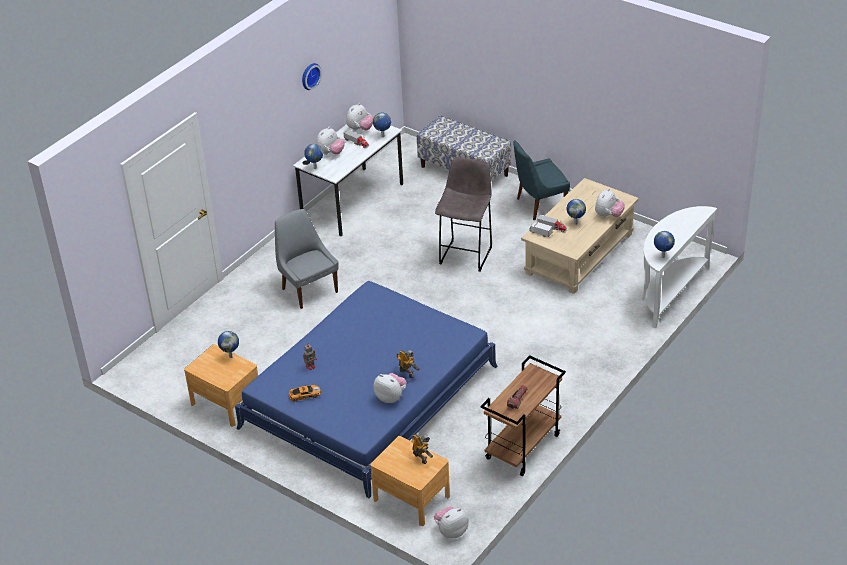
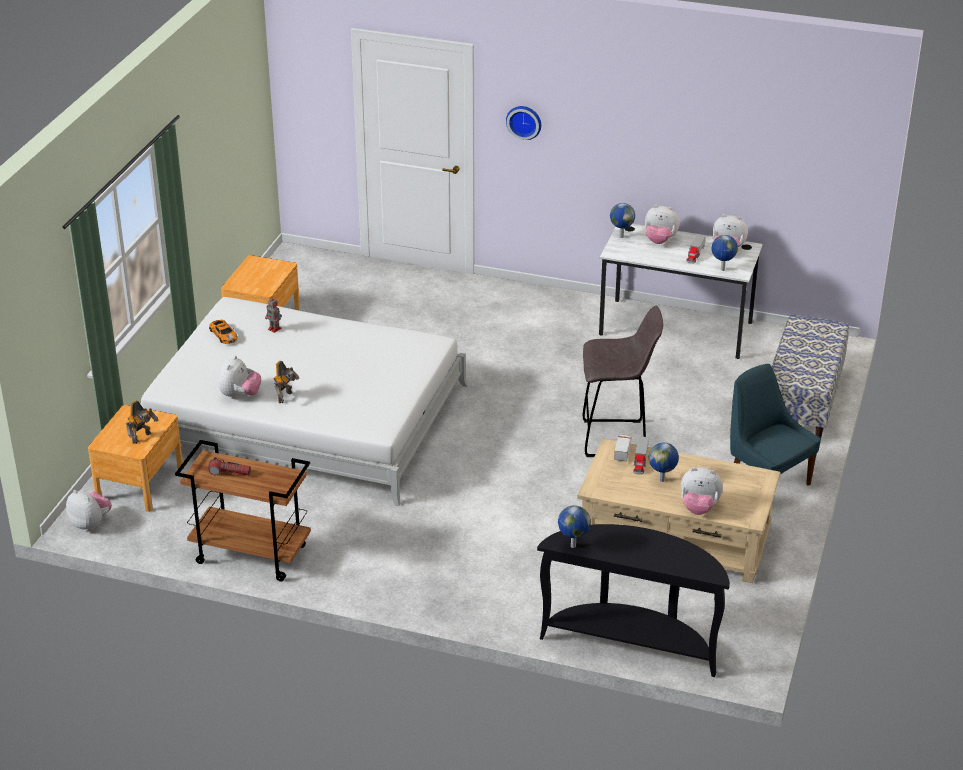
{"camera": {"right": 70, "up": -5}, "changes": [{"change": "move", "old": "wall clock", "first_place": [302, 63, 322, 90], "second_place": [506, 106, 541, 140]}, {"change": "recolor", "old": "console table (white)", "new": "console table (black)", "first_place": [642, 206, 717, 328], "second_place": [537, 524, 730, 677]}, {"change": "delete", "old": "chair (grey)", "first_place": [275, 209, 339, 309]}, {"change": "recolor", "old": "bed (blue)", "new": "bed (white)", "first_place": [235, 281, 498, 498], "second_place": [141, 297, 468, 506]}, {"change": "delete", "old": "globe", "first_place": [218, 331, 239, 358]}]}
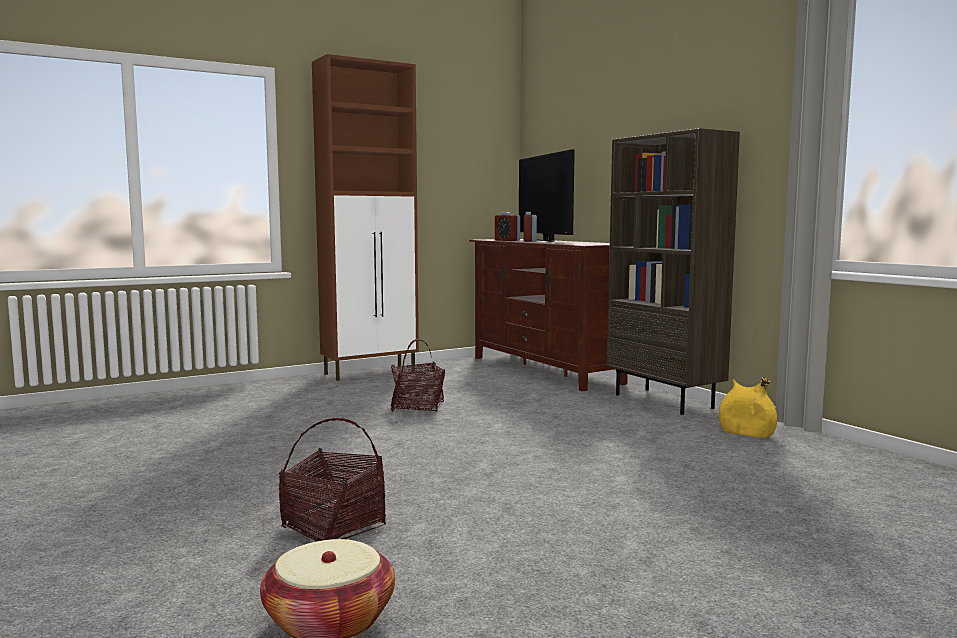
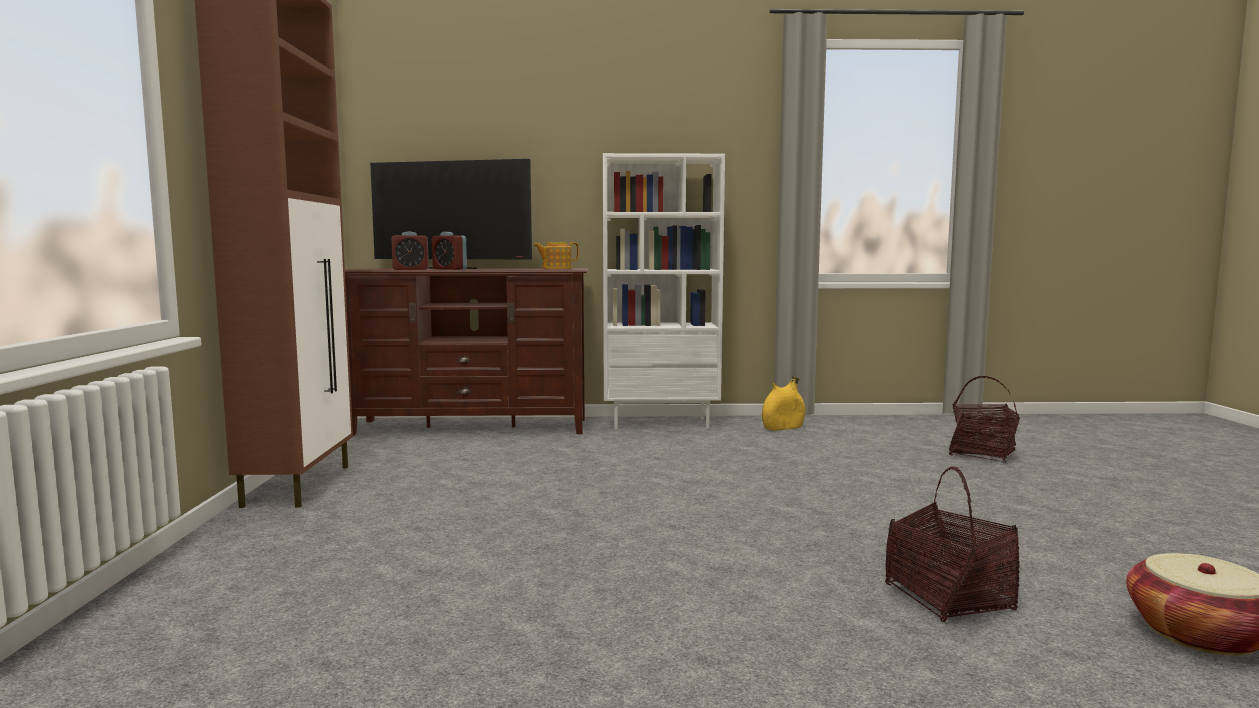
{"camera": {"right": -60, "up": 0}, "changes": [{"change": "recolor", "old": "bookcase (brown)", "new": "bookcase (white)", "first_place": [607, 128, 740, 415], "second_place": [603, 153, 725, 429]}, {"change": "move", "old": "basket", "first_place": [391, 339, 445, 412], "second_place": [949, 376, 1020, 463]}, {"change": "insert", "new": "teapot", "second_place": [533, 242, 579, 269]}]}
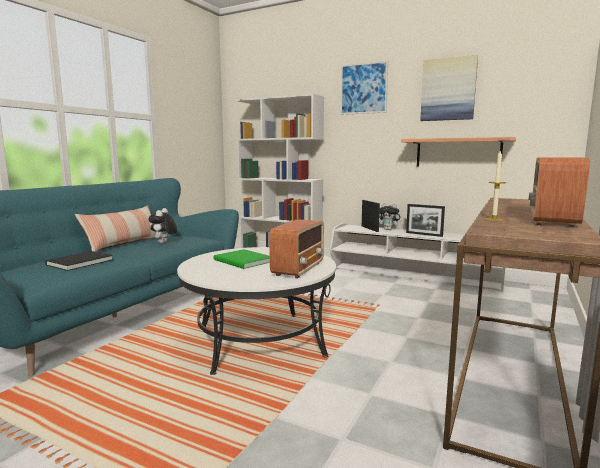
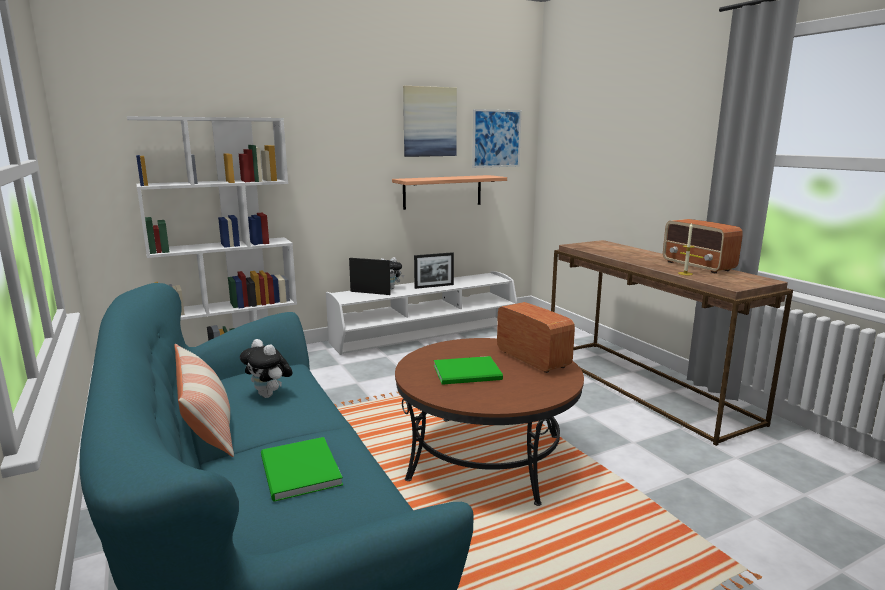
{"camera": {"right": -55, "up": 5}, "changes": [{"change": "move", "old": "picture", "first_place": [340, 60, 388, 115], "second_place": [472, 109, 521, 168]}, {"change": "recolor", "old": "coffee table (white)", "new": "coffee table (brown)", "first_place": [177, 247, 336, 375], "second_place": [395, 338, 584, 506]}, {"change": "recolor", "old": "book (black)", "new": "book (green)", "first_place": [45, 251, 113, 271], "second_place": [261, 437, 343, 502]}]}
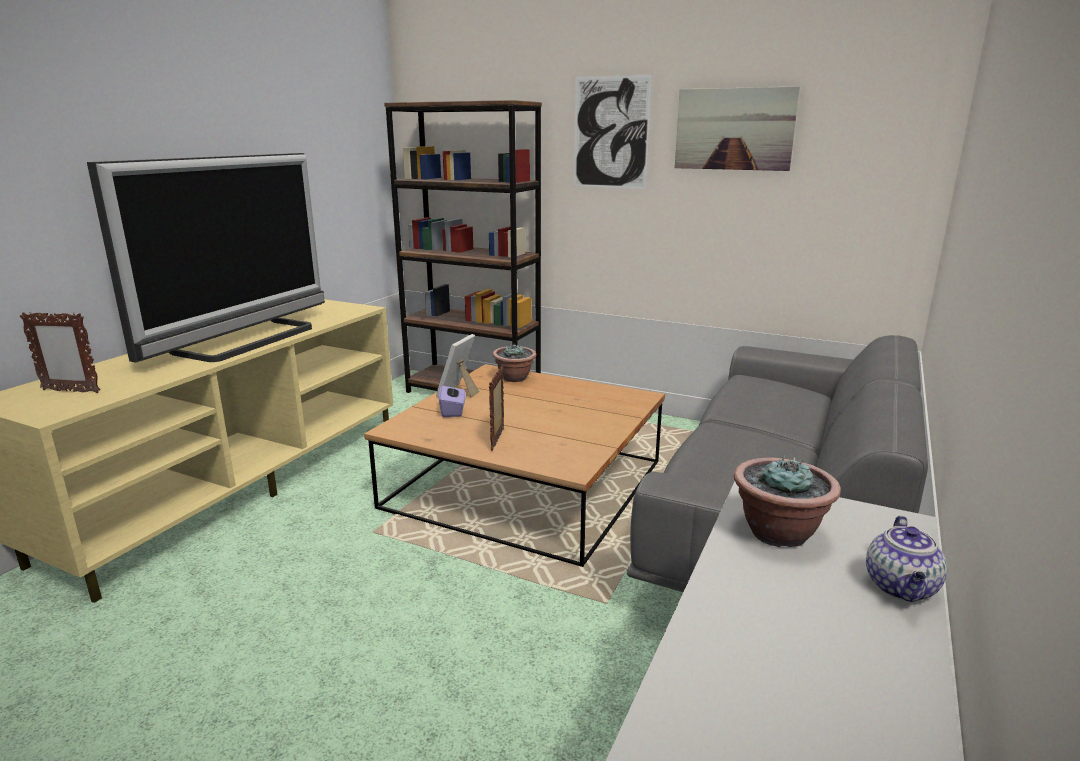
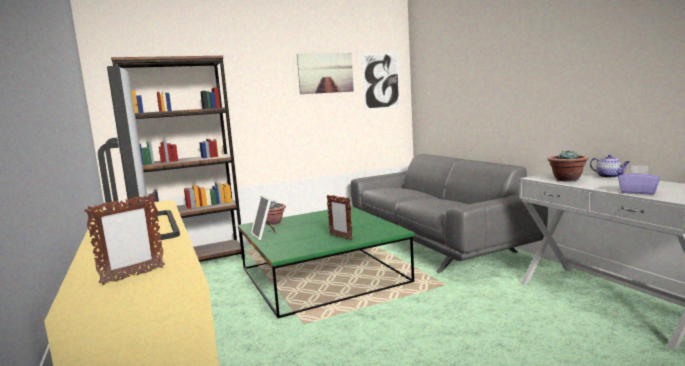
{"camera": {"right": -50, "up": -10}, "changes": [{"change": "move", "old": "picture", "first_place": [574, 74, 652, 189], "second_place": [362, 53, 400, 110]}, {"change": "recolor", "old": "coffee table (brown)", "new": "coffee table (green)", "first_place": [364, 364, 665, 567], "second_place": [238, 206, 415, 318]}, {"change": "move", "old": "tissue box (purple)", "first_place": [439, 381, 466, 417], "second_place": [618, 165, 660, 194]}]}
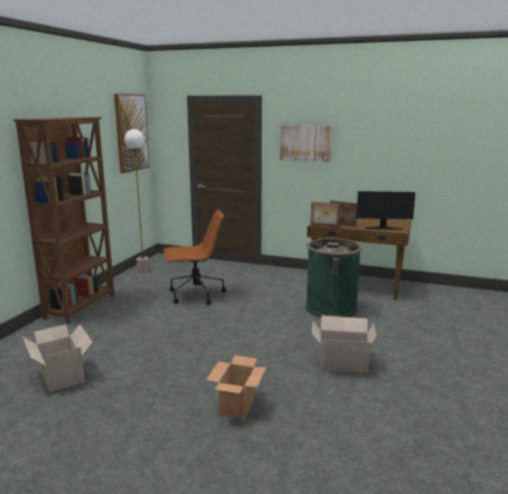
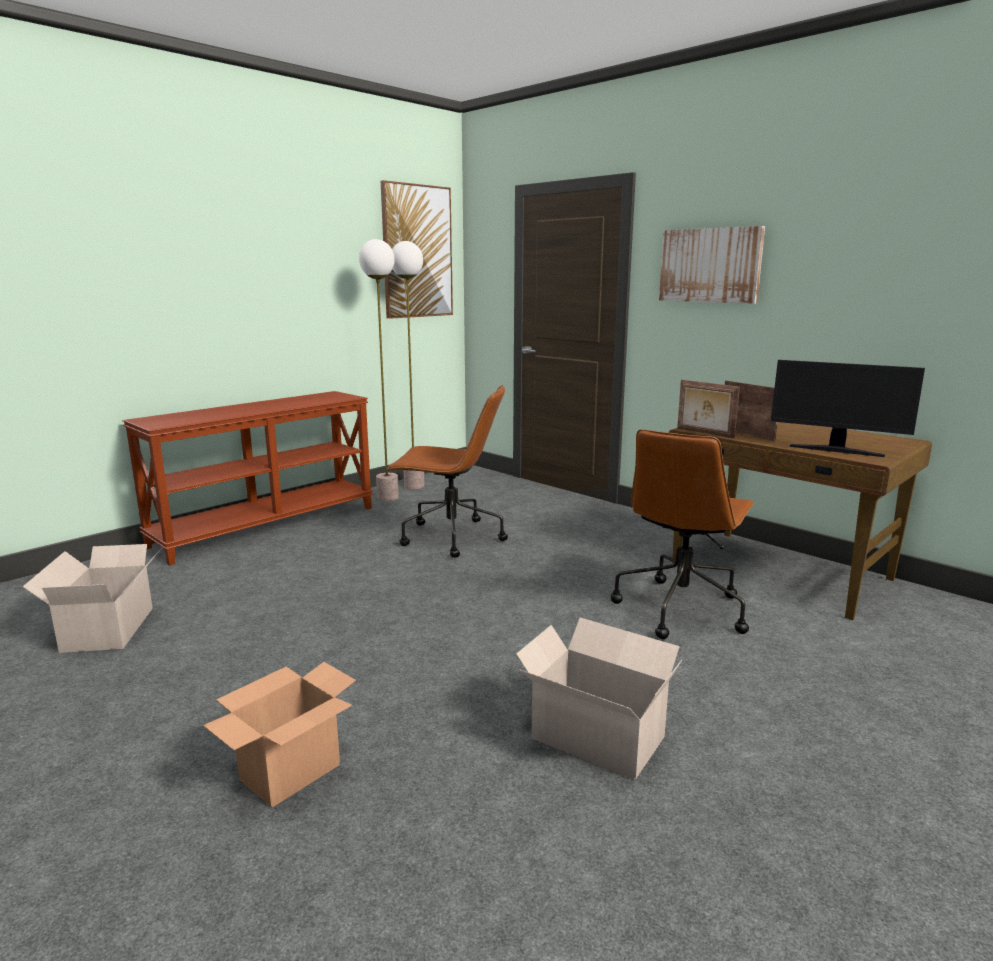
{"camera": {"right": 25, "up": 0}, "changes": [{"change": "replace", "old": "bookcase (brown)", "new": "console table (brown)", "first_place": [13, 117, 115, 324], "second_place": [123, 391, 373, 566]}, {"change": "replace", "old": "trash can (green)", "new": "office chair (brown)", "first_place": [306, 238, 362, 317], "second_place": [611, 429, 755, 639]}, {"change": "insert", "new": "floor lamp", "second_place": [359, 239, 399, 501]}]}
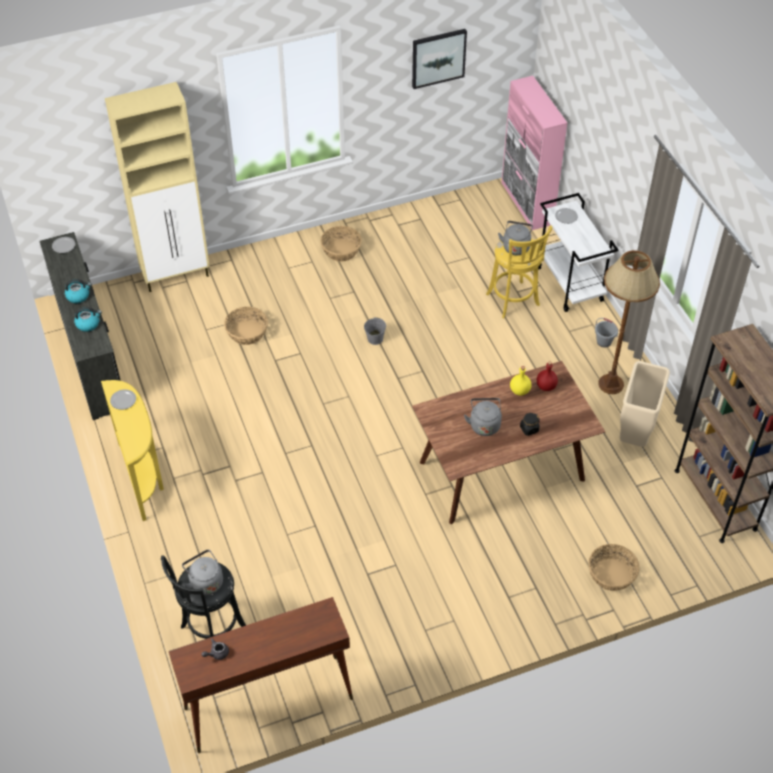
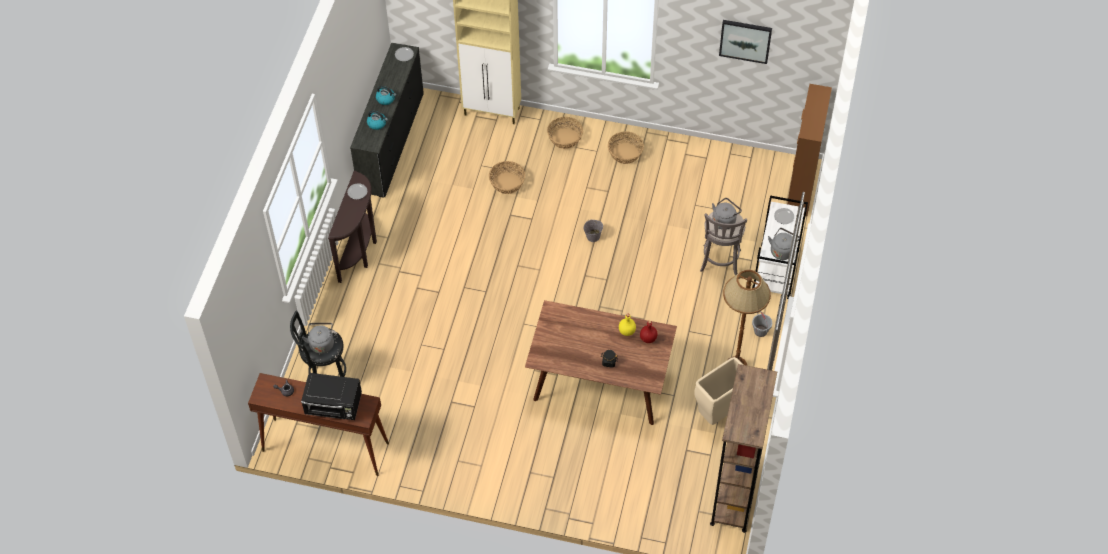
{"camera": {"right": 35, "up": 5}, "changes": [{"change": "recolor", "old": "cabinet (pink)", "new": "cabinet (brown)", "first_place": [501, 76, 567, 230], "second_place": [787, 84, 832, 216]}, {"change": "recolor", "old": "stool (yellow)", "new": "stool (grey)", "first_place": [486, 225, 552, 318], "second_place": [700, 212, 747, 276]}, {"change": "recolor", "old": "console table (yellow)", "new": "console table (brown)", "first_place": [101, 380, 164, 521], "second_place": [328, 170, 377, 283]}, {"change": "move", "old": "kettle (grey)", "first_place": [464, 398, 502, 436], "second_place": [768, 228, 800, 260]}, {"change": "move", "old": "basket", "first_place": [588, 544, 640, 591], "second_place": [547, 117, 583, 149]}, {"change": "insert", "new": "microwave (black)", "second_place": [301, 373, 362, 420]}]}
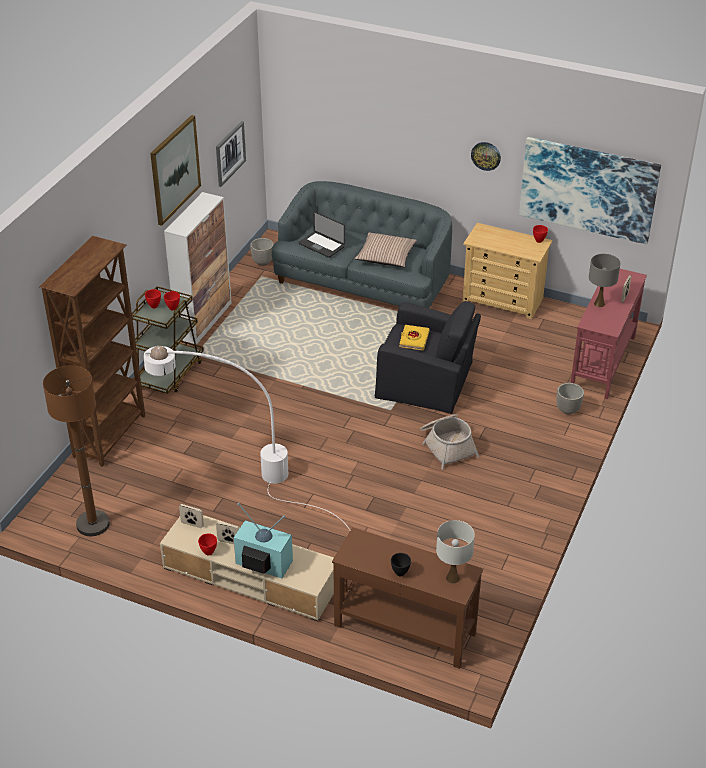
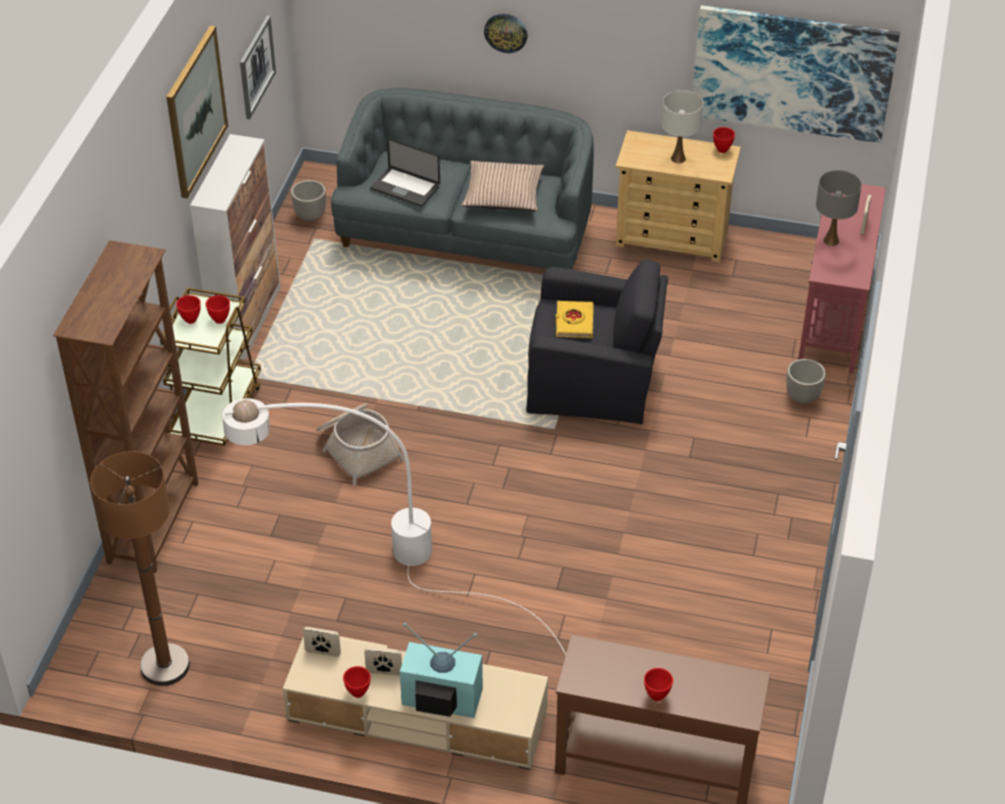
{"camera": {"right": -10, "up": 5}, "changes": [{"change": "move", "old": "wall clock", "first_place": [471, 142, 501, 171], "second_place": [484, 14, 528, 53]}, {"change": "move", "old": "basket", "first_place": [420, 414, 479, 469], "second_place": [316, 403, 405, 486]}, {"change": "move", "old": "table lamp (white)", "first_place": [436, 520, 475, 584], "second_place": [661, 90, 703, 163]}, {"change": "recolor", "old": "bowl (black)", "new": "bowl (red)", "first_place": [391, 553, 411, 576], "second_place": [644, 668, 673, 701]}]}
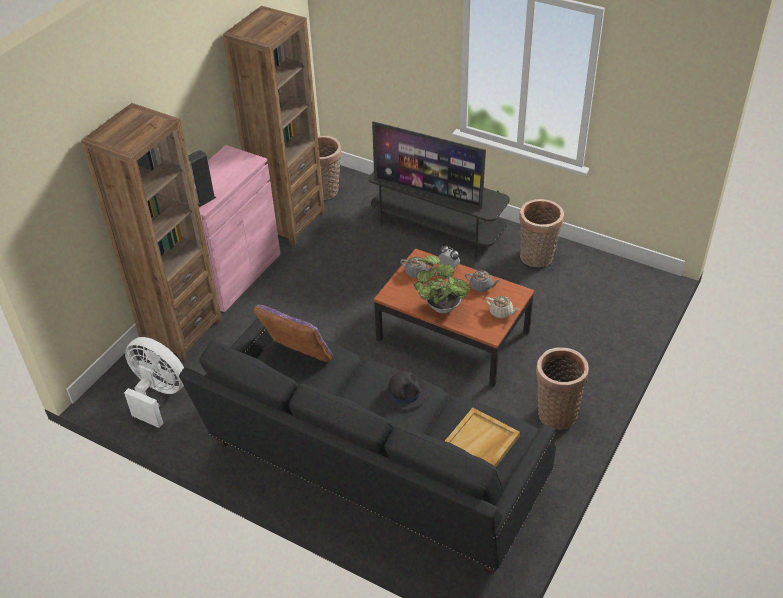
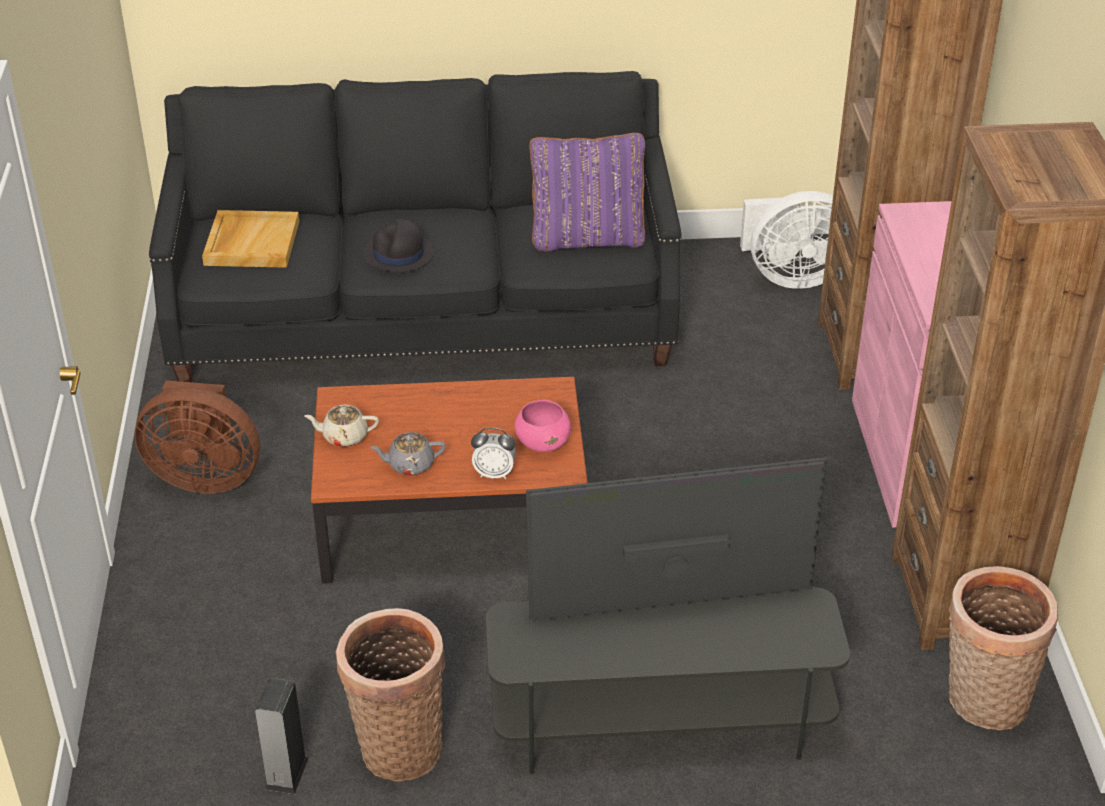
{"camera": {"right": 145, "up": -5}, "changes": [{"change": "move", "old": "speaker", "first_place": [188, 150, 216, 207], "second_place": [255, 678, 308, 794]}, {"change": "delete", "old": "potted plant", "first_place": [414, 256, 470, 314]}, {"change": "replace", "old": "teapot (grey)", "new": "bowl (pink)", "first_place": [400, 257, 434, 278], "second_place": [515, 400, 571, 452]}, {"change": "replace", "old": "basket", "new": "fan (brown)", "first_place": [536, 348, 589, 430], "second_place": [135, 380, 260, 494]}]}
